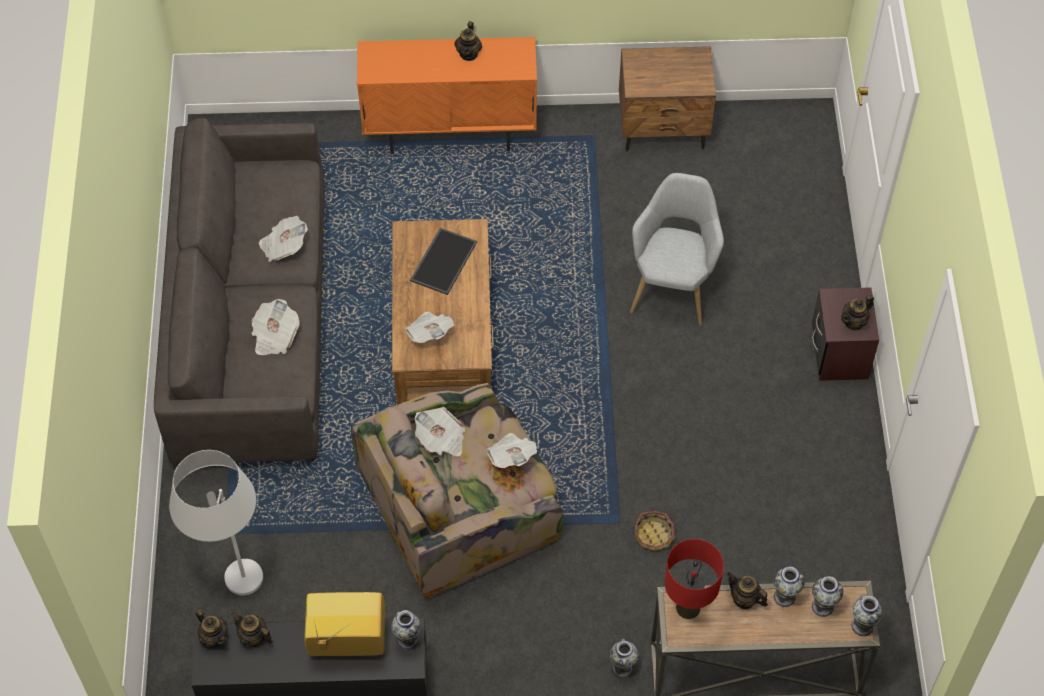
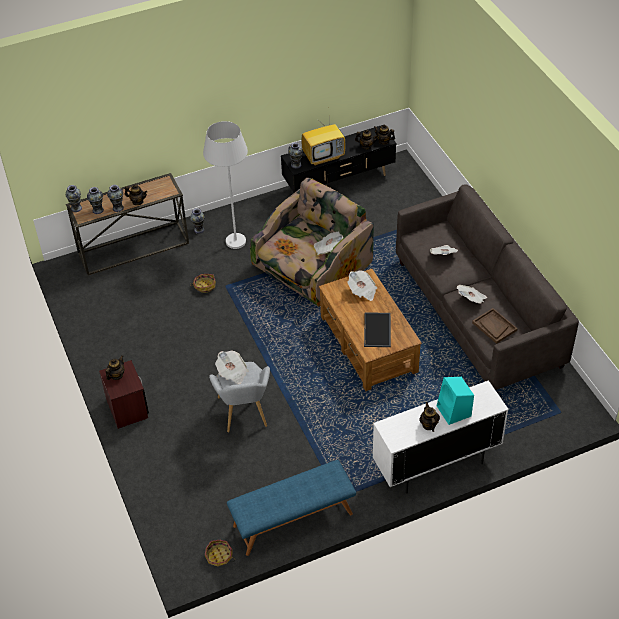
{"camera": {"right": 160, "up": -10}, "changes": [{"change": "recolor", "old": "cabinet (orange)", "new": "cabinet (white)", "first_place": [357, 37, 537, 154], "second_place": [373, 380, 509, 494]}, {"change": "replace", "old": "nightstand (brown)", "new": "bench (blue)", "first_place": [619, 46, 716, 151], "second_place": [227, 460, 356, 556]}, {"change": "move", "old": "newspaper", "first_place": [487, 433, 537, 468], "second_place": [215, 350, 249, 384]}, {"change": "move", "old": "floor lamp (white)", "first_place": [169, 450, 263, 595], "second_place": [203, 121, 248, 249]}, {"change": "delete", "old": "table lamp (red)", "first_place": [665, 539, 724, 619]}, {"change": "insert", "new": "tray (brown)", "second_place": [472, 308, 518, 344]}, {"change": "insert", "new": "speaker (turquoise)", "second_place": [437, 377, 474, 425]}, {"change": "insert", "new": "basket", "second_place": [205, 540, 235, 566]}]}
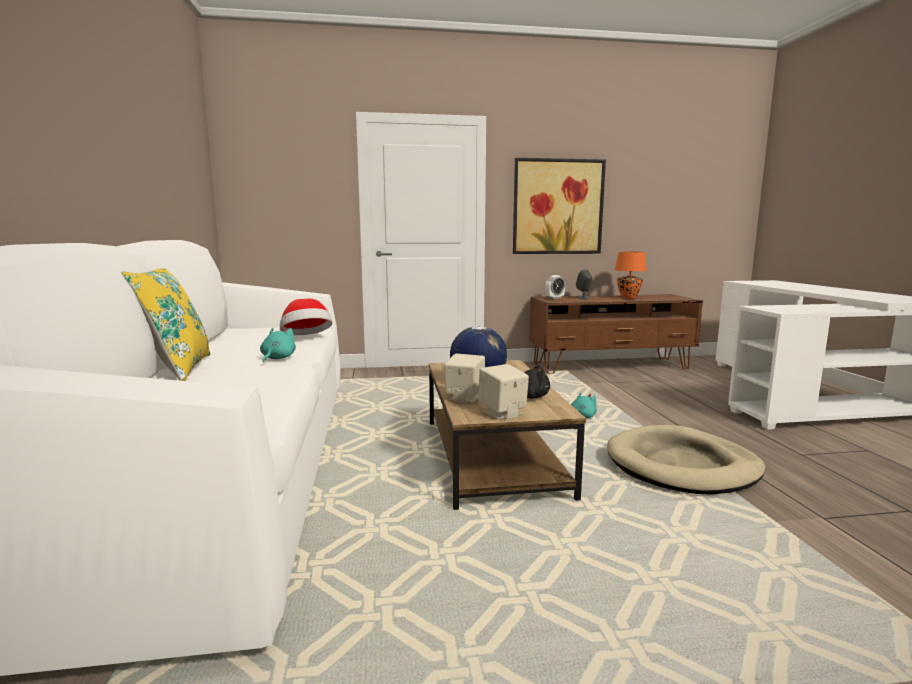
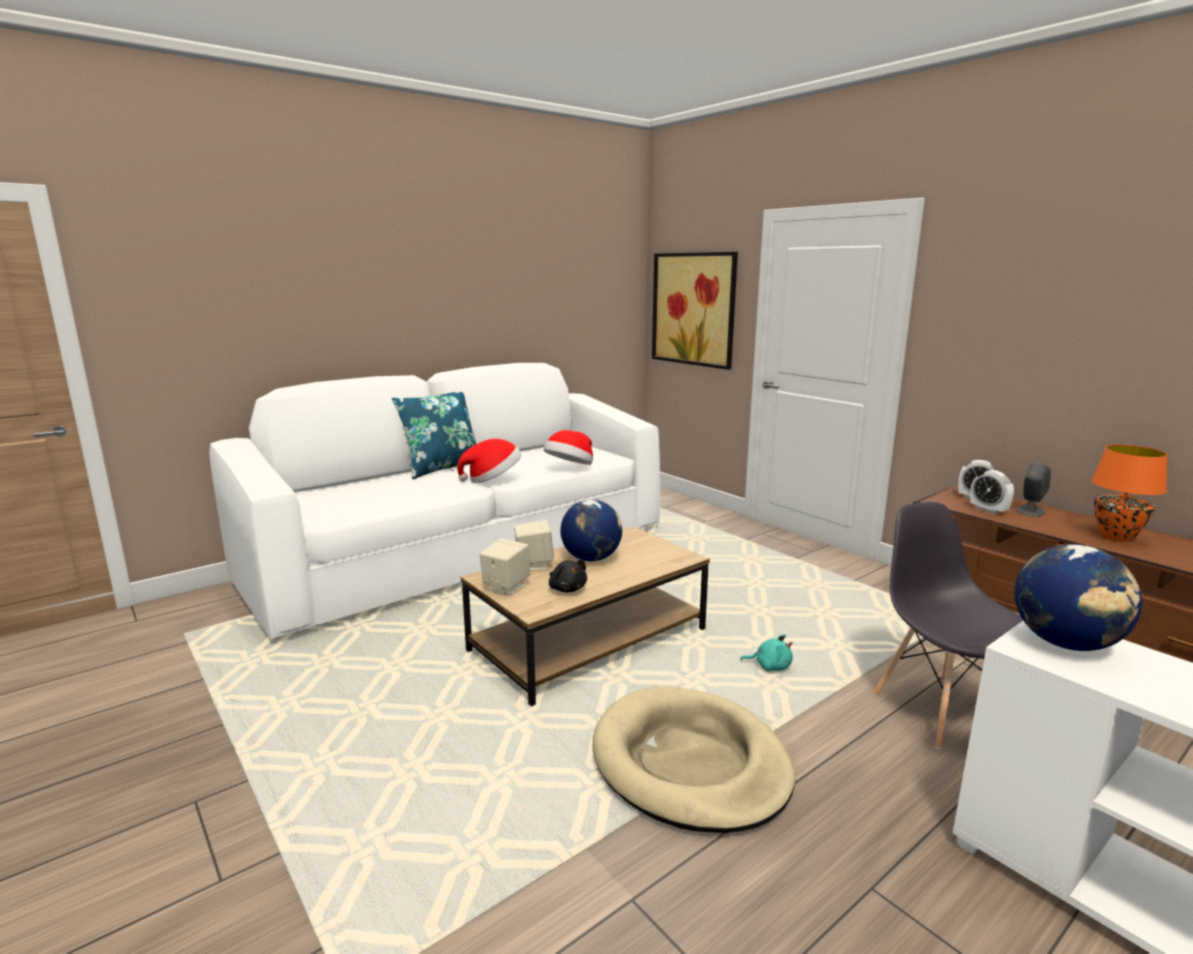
{"camera": {"right": 60, "up": 5}, "changes": [{"change": "move", "old": "picture", "first_place": [513, 158, 606, 254], "second_place": [652, 252, 738, 370]}, {"change": "recolor", "old": "pillow (yellow)", "new": "pillow (blue)", "first_place": [121, 268, 210, 381], "second_place": [392, 392, 476, 479]}, {"change": "replace", "old": "plush toy (turquoise)", "new": "hat", "first_place": [260, 328, 296, 362], "second_place": [457, 439, 521, 483]}, {"change": "insert", "new": "alarm clock", "second_place": [970, 470, 1014, 514]}, {"change": "insert", "new": "chair (grey)", "second_place": [873, 502, 1023, 749]}, {"change": "insert", "new": "globe", "second_place": [1014, 544, 1142, 651]}]}
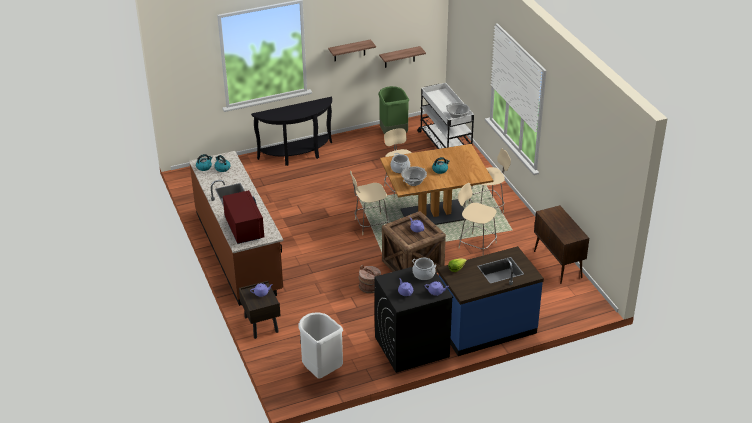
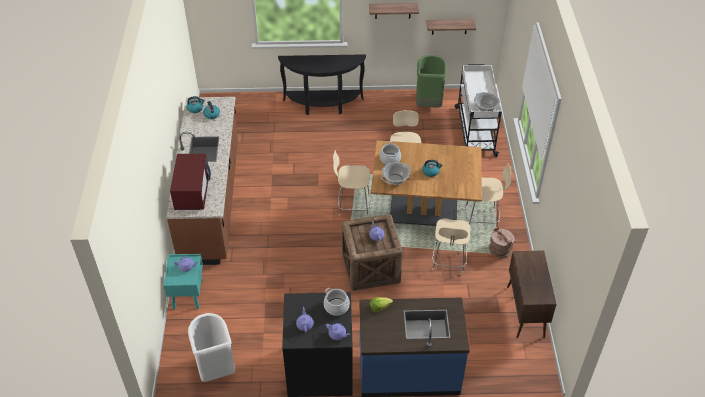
{"camera": {"right": 20, "up": 10}, "changes": [{"change": "rotate", "old": "chair (beige)", "first_place": [458, 183, 497, 256], "second_place": [432, 219, 470, 274], "degrees": -135}, {"change": "move", "old": "bucket (brown)", "first_place": [359, 265, 381, 294], "second_place": [489, 227, 515, 258]}, {"change": "recolor", "old": "nightstand (brown)", "new": "nightstand (turquoise)", "first_place": [239, 281, 281, 339], "second_place": [163, 254, 203, 310]}]}
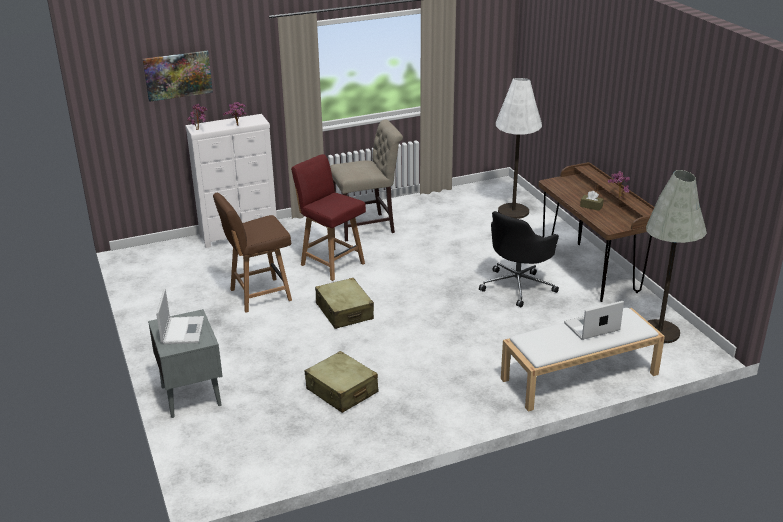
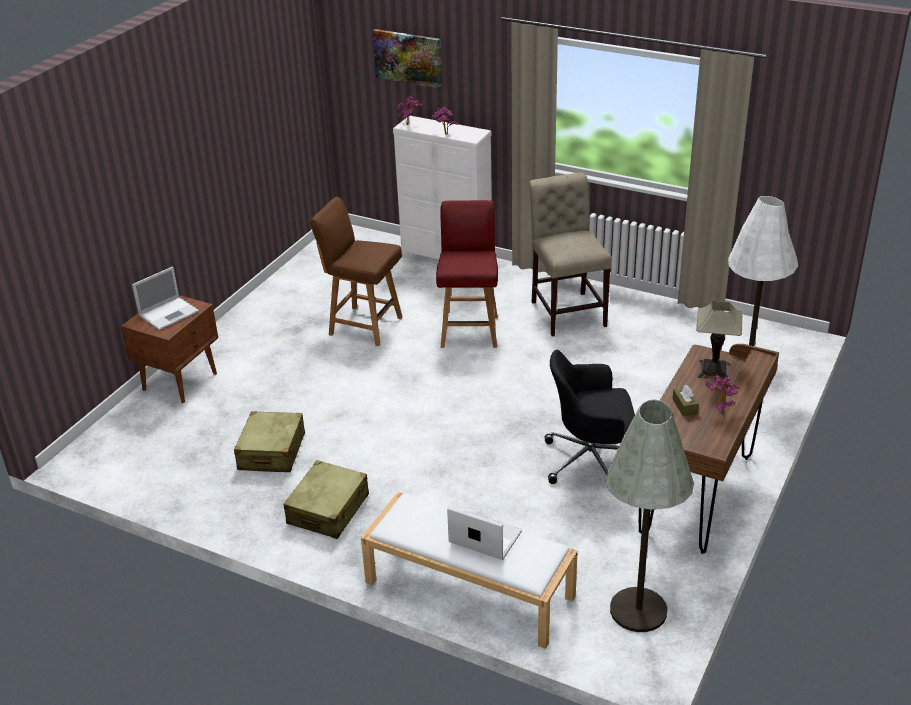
{"camera": {"right": 50, "up": 5}, "changes": [{"change": "rotate", "old": "chair (beige)", "first_place": [330, 120, 403, 242], "second_place": [529, 173, 612, 337], "degrees": -135}, {"change": "move", "old": "suitcase (beige)", "first_place": [315, 278, 374, 329], "second_place": [284, 460, 369, 539]}, {"change": "recolor", "old": "nightstand (grey)", "new": "nightstand (brown)", "first_place": [148, 309, 223, 418], "second_place": [121, 295, 218, 403]}, {"change": "insert", "new": "table lamp", "second_place": [696, 301, 743, 378]}]}
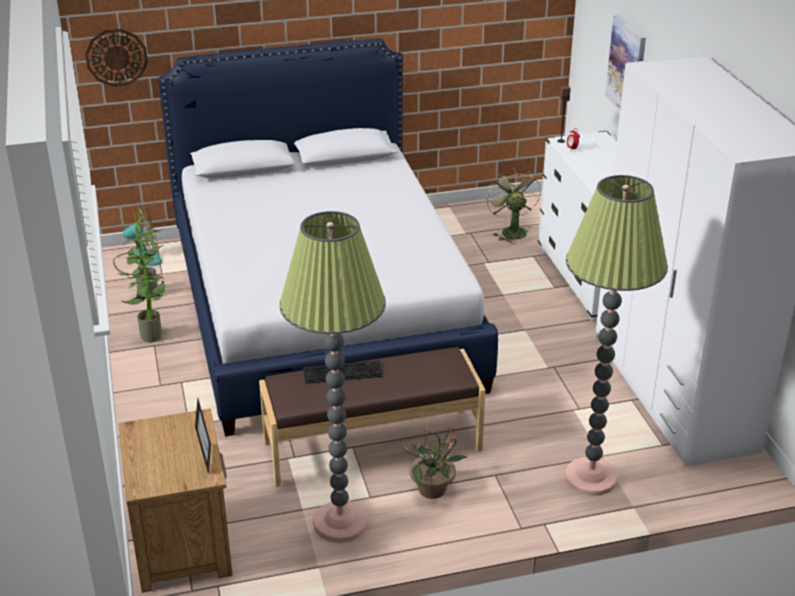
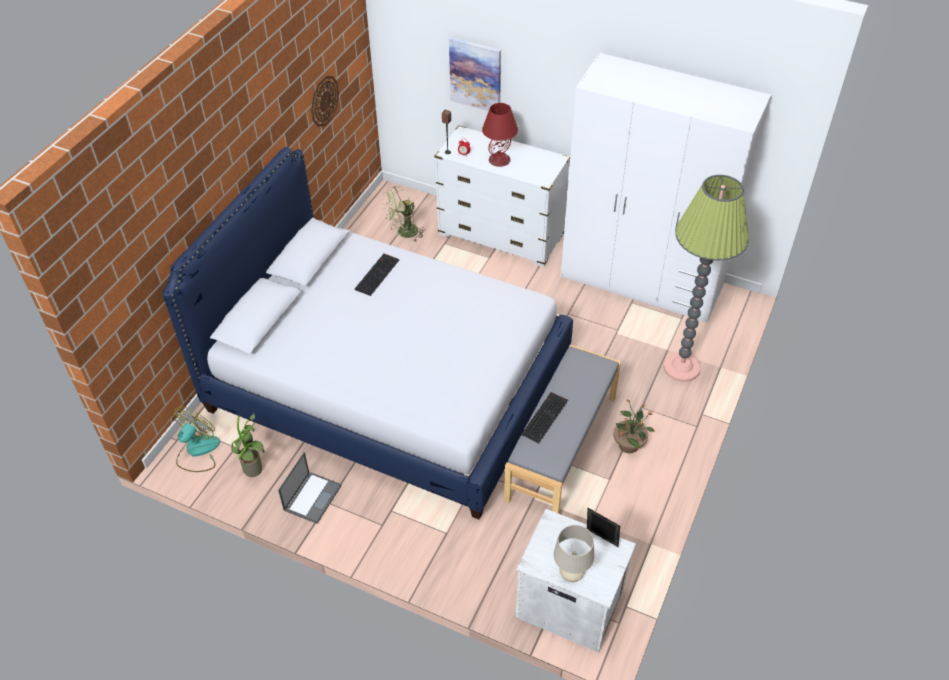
{"camera": {"right": -50, "up": 15}, "changes": [{"change": "move", "old": "wall clock", "first_place": [85, 29, 148, 87], "second_place": [311, 76, 339, 127]}, {"change": "rotate", "old": "fan (green)", "first_place": [486, 169, 541, 244], "second_place": [382, 186, 426, 242], "degrees": -60}, {"change": "delete", "old": "floor lamp", "first_place": [280, 211, 386, 543]}, {"change": "replace", "old": "potted plant", "new": "laptop", "first_place": [117, 261, 165, 343], "second_place": [278, 452, 342, 524]}, {"change": "recolor", "old": "bench (brown)", "new": "bench (grey)", "first_place": [259, 347, 486, 487], "second_place": [504, 345, 621, 514]}, {"change": "recolor", "old": "nightstand (brown)", "new": "nightstand (white)", "first_place": [118, 409, 233, 593], "second_place": [516, 509, 636, 652]}, {"change": "insert", "new": "table lamp (red)", "second_place": [482, 103, 518, 167]}, {"change": "insert", "new": "keyboard", "second_place": [355, 254, 400, 296]}, {"change": "insert", "new": "table lamp (beige)", "second_place": [554, 525, 594, 582]}]}
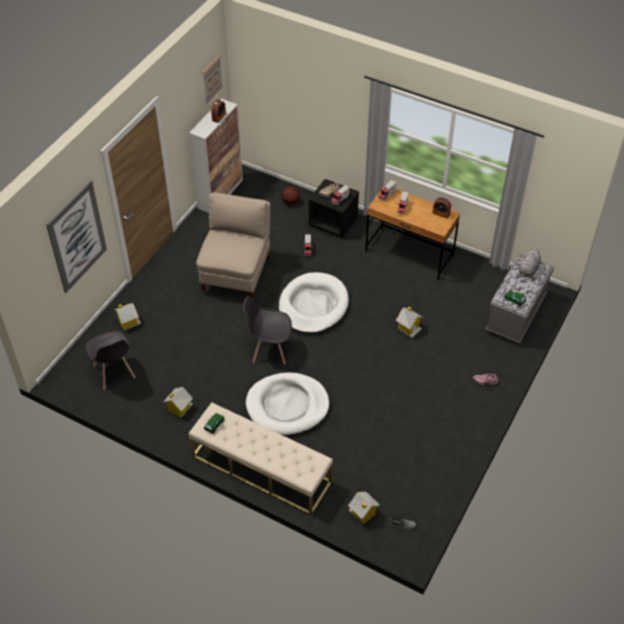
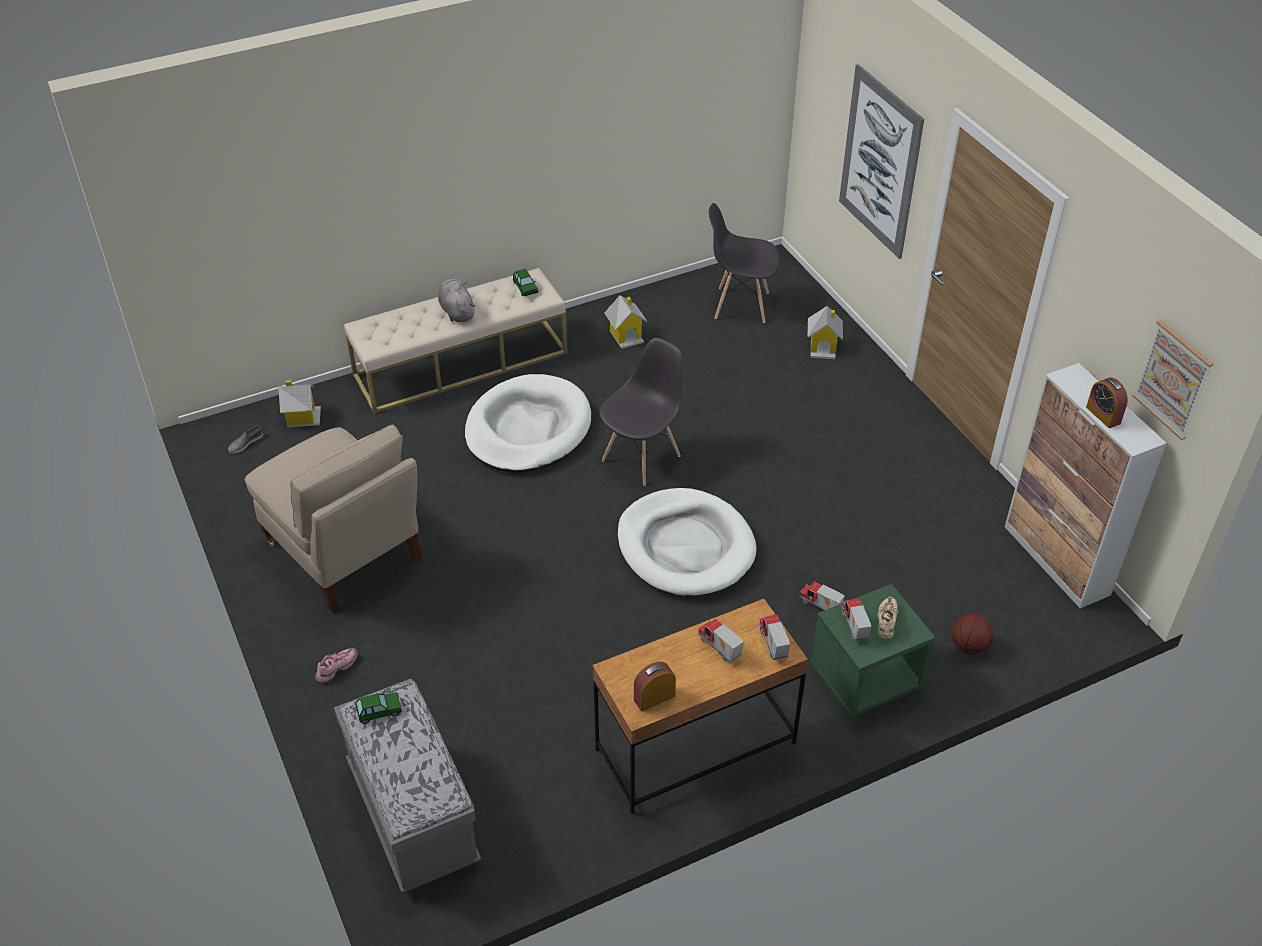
{"camera": {"right": 125, "up": -5}, "changes": [{"change": "recolor", "old": "nightstand (black)", "new": "nightstand (green)", "first_place": [309, 179, 359, 238], "second_place": [810, 584, 935, 719]}, {"change": "move", "old": "chair (beige)", "first_place": [196, 193, 270, 300], "second_place": [245, 424, 423, 614]}, {"change": "move", "old": "plush toy (grey)", "first_place": [516, 248, 541, 277], "second_place": [438, 278, 475, 322]}, {"change": "delete", "old": "toy house", "first_place": [396, 307, 423, 338]}]}
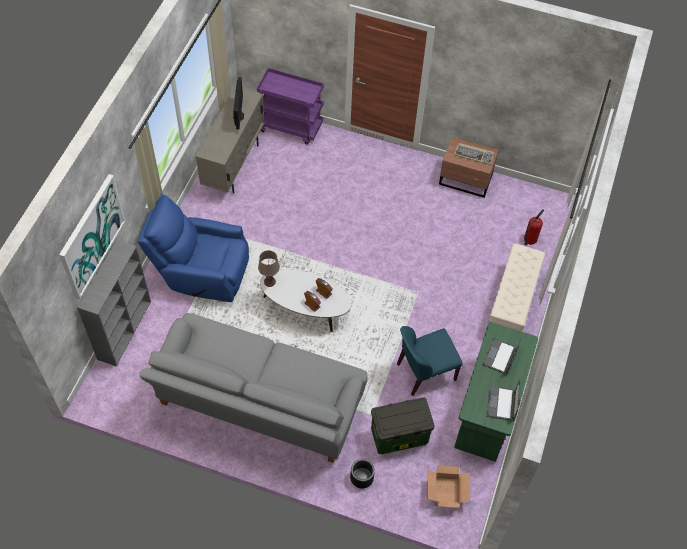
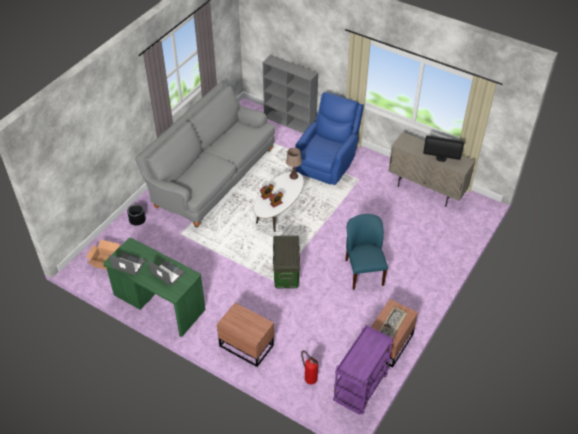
{"camera": {"right": 105, "up": -10}, "changes": [{"change": "move", "old": "cart (purple)", "first_place": [257, 68, 324, 144], "second_place": [333, 325, 393, 415]}, {"change": "delete", "old": "picture", "first_place": [59, 174, 126, 299]}, {"change": "replace", "old": "bench (beige)", "new": "nightstand (brown)", "first_place": [488, 244, 545, 332], "second_place": [217, 303, 274, 367]}, {"change": "move", "old": "chair (blue)", "first_place": [397, 326, 462, 396], "second_place": [345, 214, 388, 290]}, {"change": "move", "old": "storage box", "first_place": [371, 397, 435, 454], "second_place": [273, 235, 300, 288]}]}
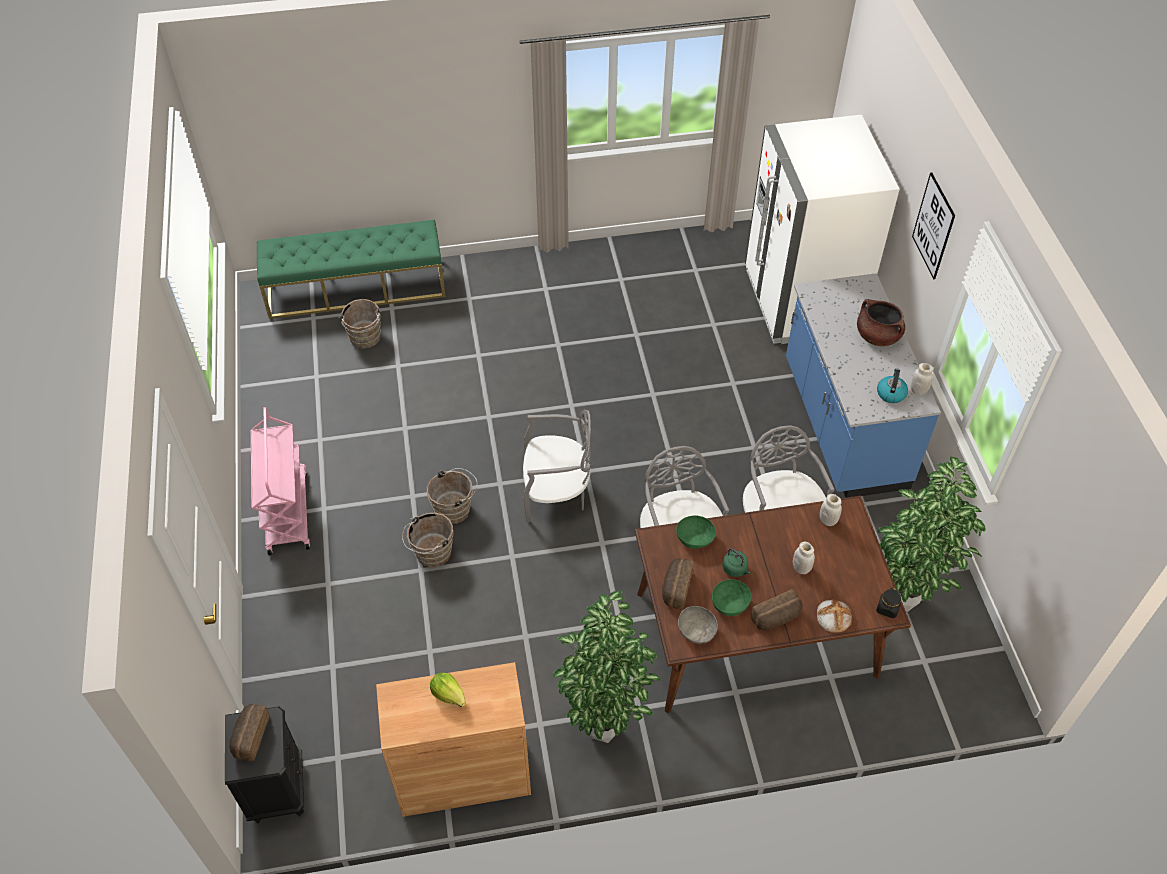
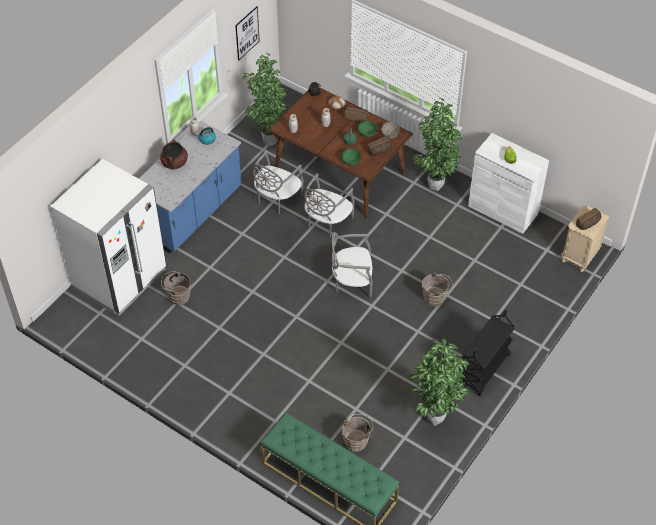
{"camera": {"right": -135, "up": 0}, "changes": [{"change": "move", "old": "picture", "first_place": [912, 172, 955, 279], "second_place": [235, 6, 260, 60]}, {"change": "recolor", "old": "cart (pink)", "new": "cart (black)", "first_place": [251, 407, 310, 555], "second_place": [459, 310, 515, 396]}, {"change": "rotate", "old": "chair (grey)", "first_place": [523, 410, 591, 522], "second_place": [332, 232, 373, 299], "degrees": -45}, {"change": "move", "old": "bucket (brown)", "first_place": [427, 468, 477, 524], "second_place": [161, 271, 191, 305]}, {"change": "recolor", "old": "cabinet (brown)", "new": "cabinet (white)", "first_place": [376, 662, 531, 817], "second_place": [468, 133, 549, 234]}, {"change": "recolor", "old": "nightstand (black)", "new": "nightstand (beige)", "first_place": [225, 706, 304, 823], "second_place": [561, 205, 609, 272]}, {"change": "insert", "new": "potted plant", "second_place": [408, 339, 469, 426]}]}
